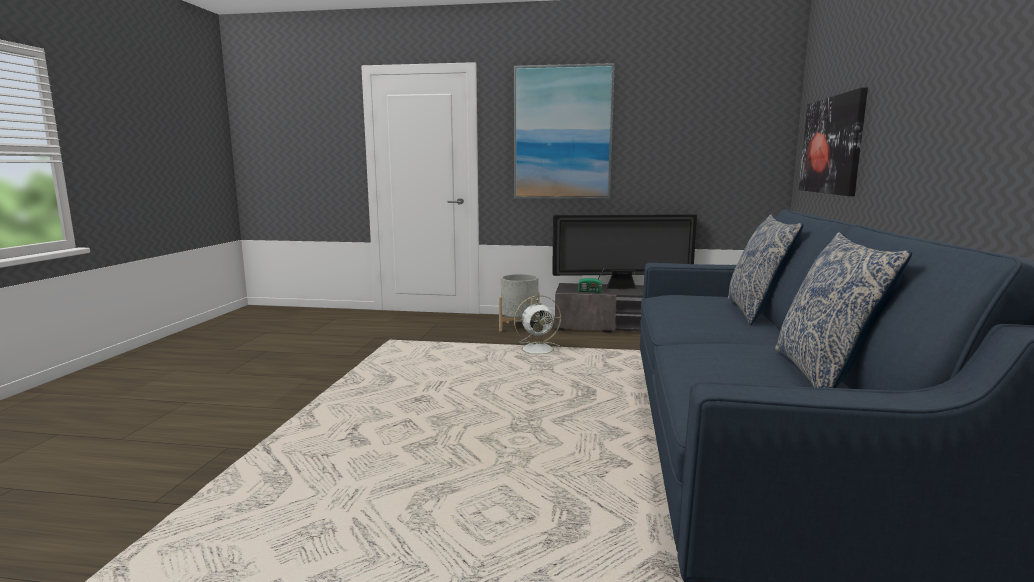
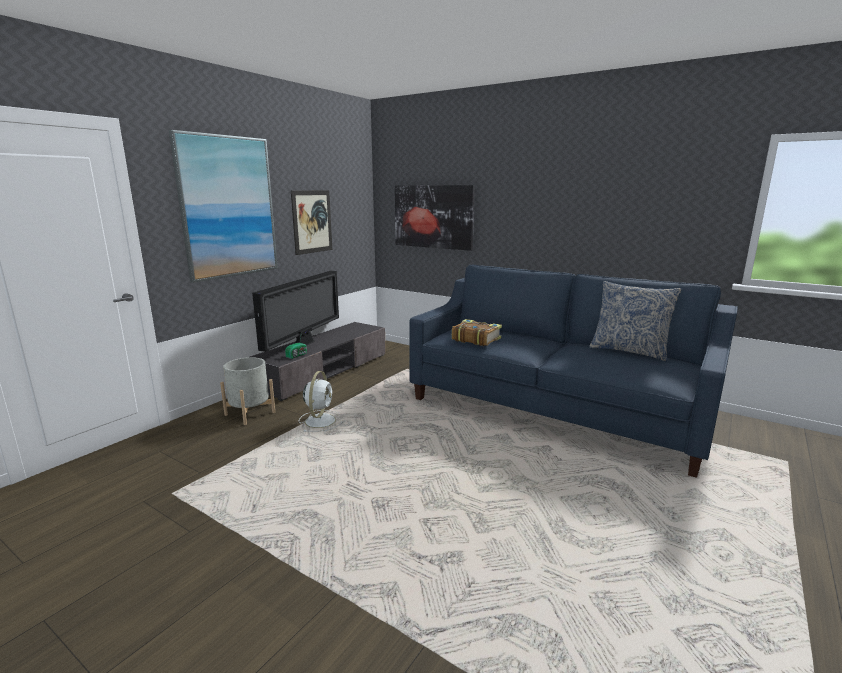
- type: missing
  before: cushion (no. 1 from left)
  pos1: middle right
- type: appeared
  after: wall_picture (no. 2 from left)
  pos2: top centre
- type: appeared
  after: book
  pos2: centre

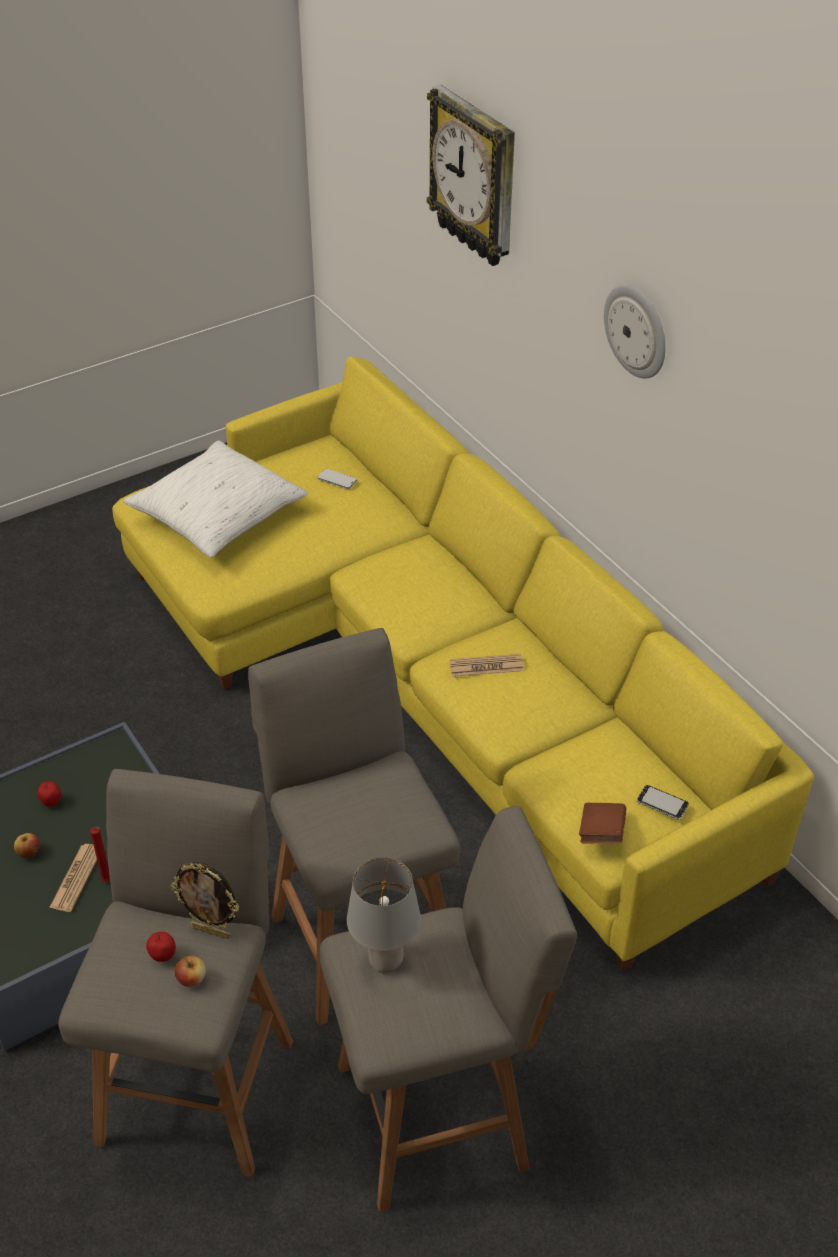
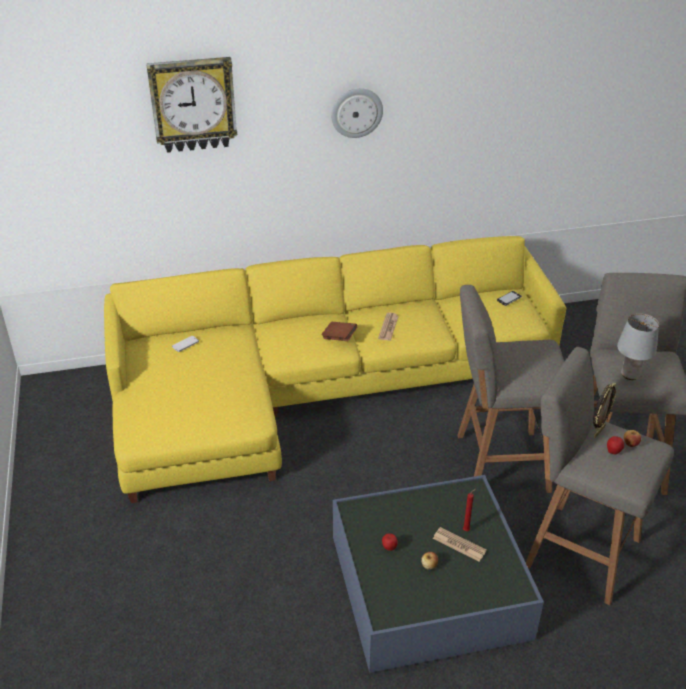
- type: missing
  before: whitish_cushion
  pos1: middle left
- type: relocated
  before: brown_book
  pos1: middle right
  pos2: centre

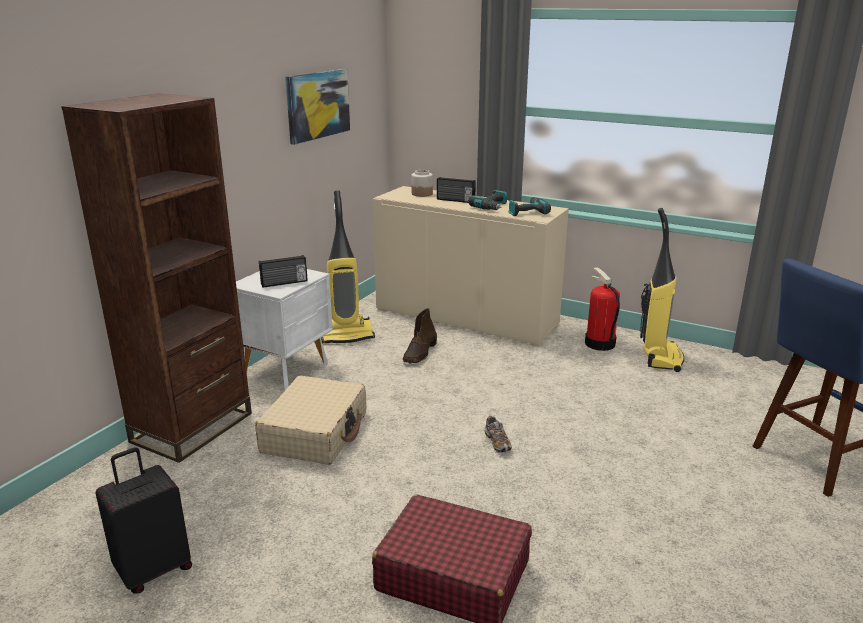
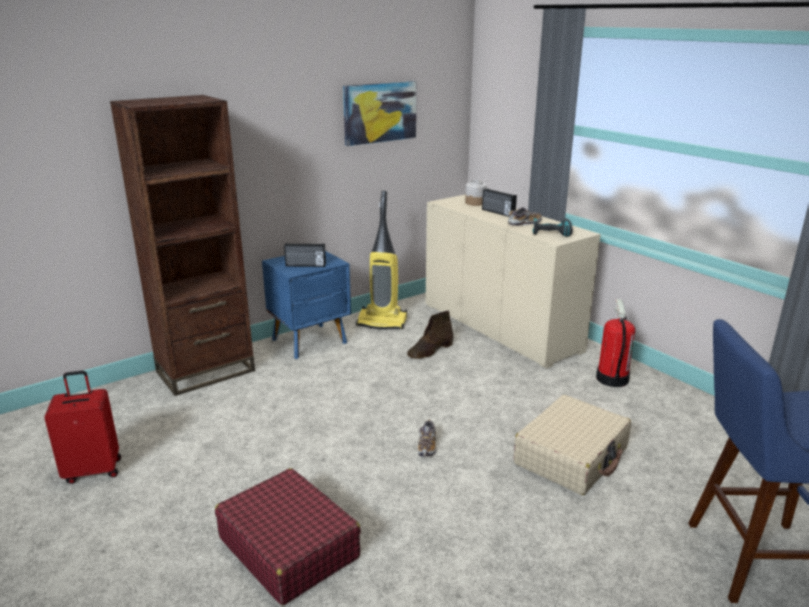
- type: colour
  before: black-coloured_piece_of_luggage
  after: reddish_piece_of_luggage (no. 1 from left)
  pos1: bottom left
  pos2: bottom left
- type: colour
  before: whitish_night_table
  after: bluish_night_table
  pos1: middle left
  pos2: centre
- type: relocated
  before: sand-coloured_piece_of_luggage
  pos1: bottom centre
  pos2: bottom right
- type: exchanged
  before: electric_drill (no. 1 from left)
  after: shoe (no. 2 from left)
  pos1: top centre
  pos2: centre
- type: missing
  before: vacuum (no. 2 from left)
  pos1: middle right

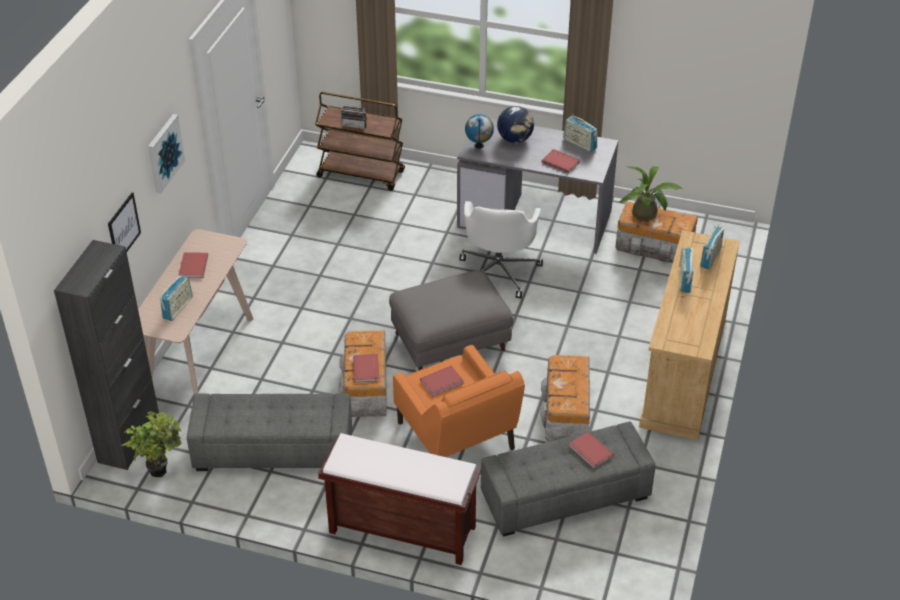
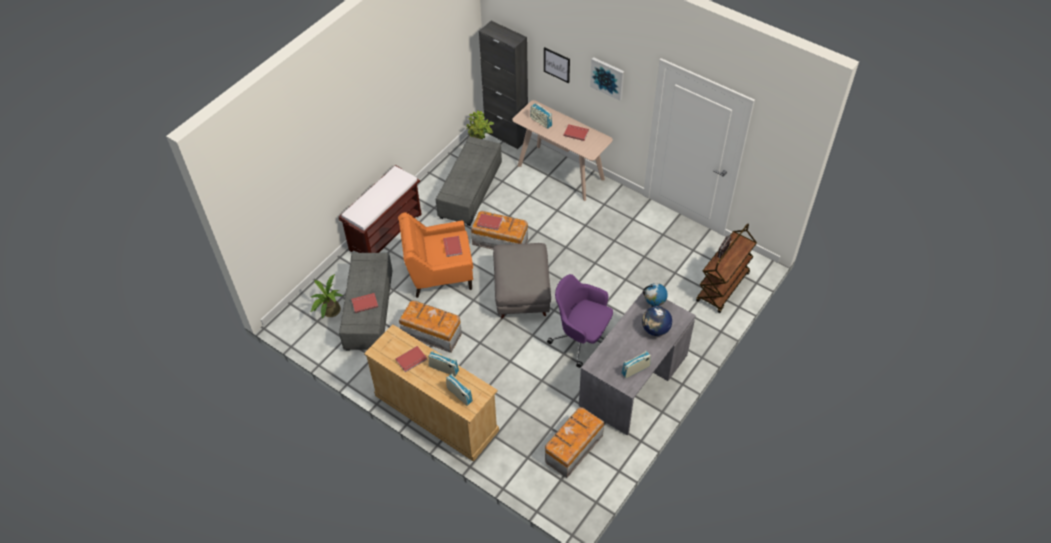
- type: colour
  before: whitish_desk_chair
  after: purple-coloured_desk_chair
  pos1: centre
  pos2: centre
- type: relocated
  before: reddish_book (no. 4 from left in the first image)
  after: reddish_book (no. 2 from left)
  pos1: top centre
  pos2: centre
- type: relocated
  before: houseplant (no. 2 from left in the first image)
  after: houseplant (no. 1 from left)
  pos1: top right
  pos2: middle left

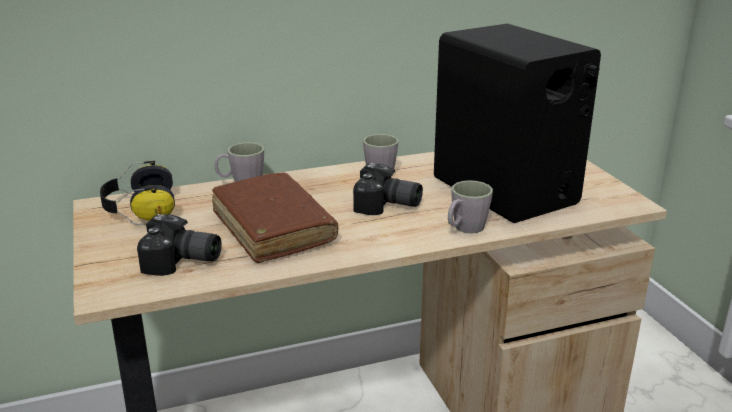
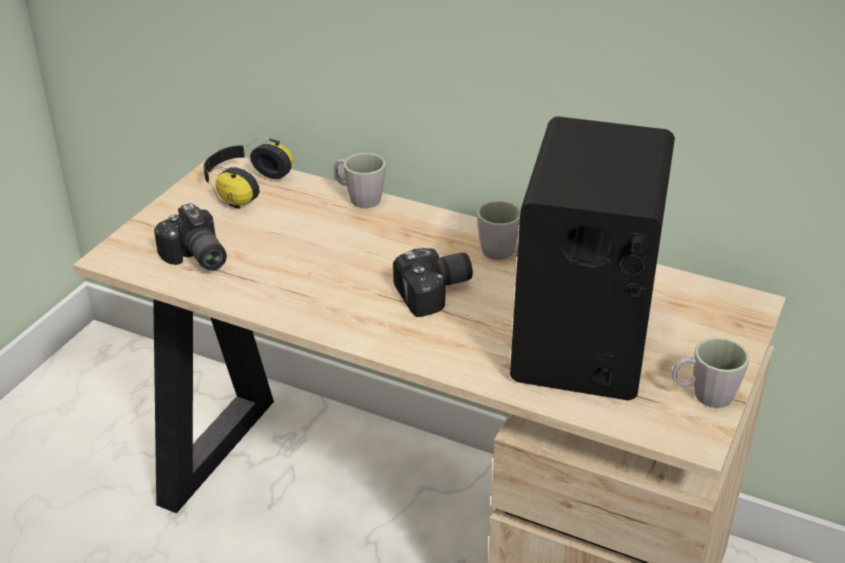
- type: missing
  before: brown_book
  pos1: centre
- type: spun
  before: photo_camera (no. 2 from left)
  pos1: centre
  pos2: centre
  turn: -90
- type: relocated
  before: gray_mug (no. 3 from left)
  pos1: centre
  pos2: middle right

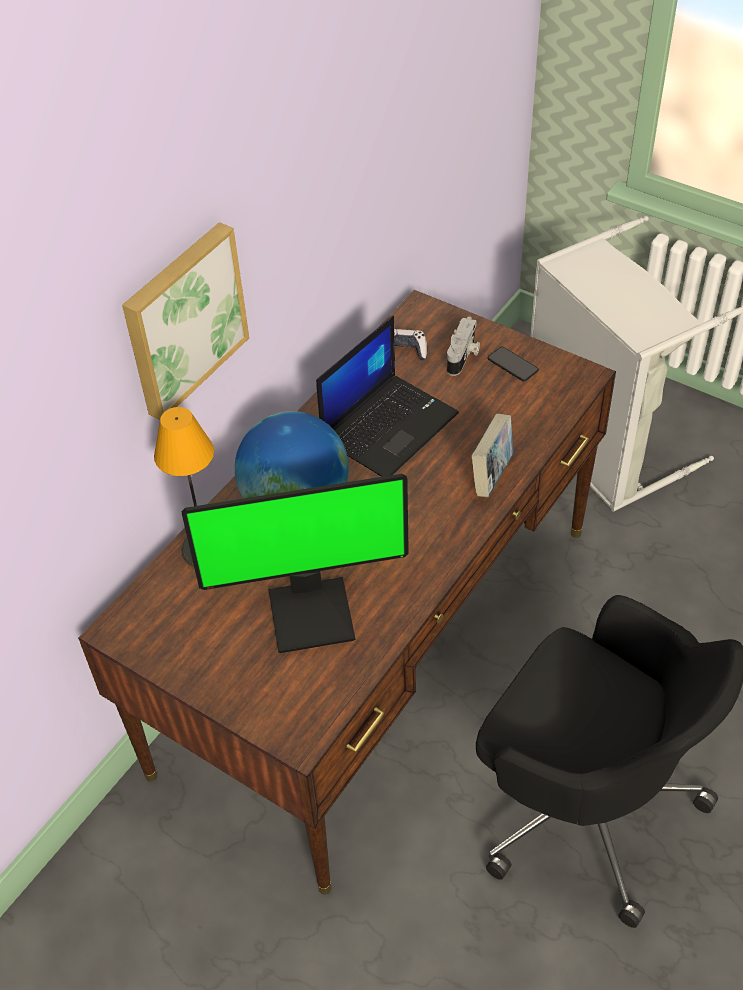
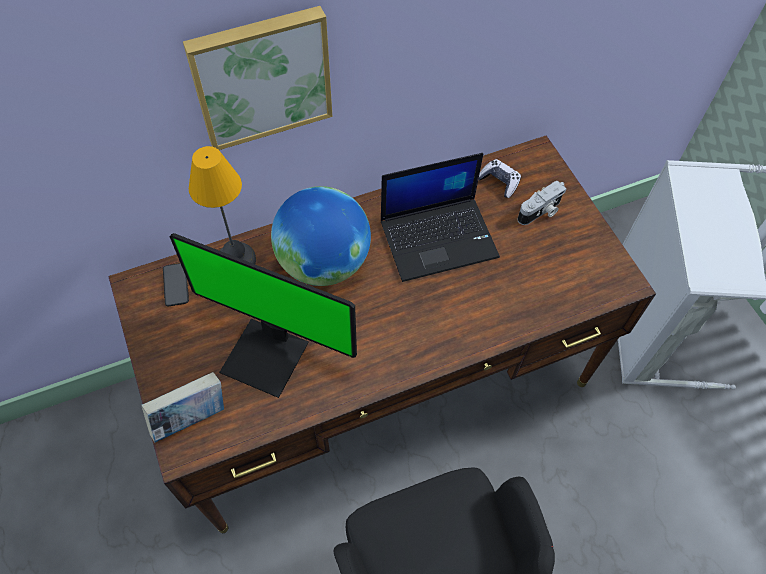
- type: relocated
  before: book
  pos1: centre
  pos2: bottom left
- type: relocated
  before: phone
  pos1: middle right
  pos2: middle left

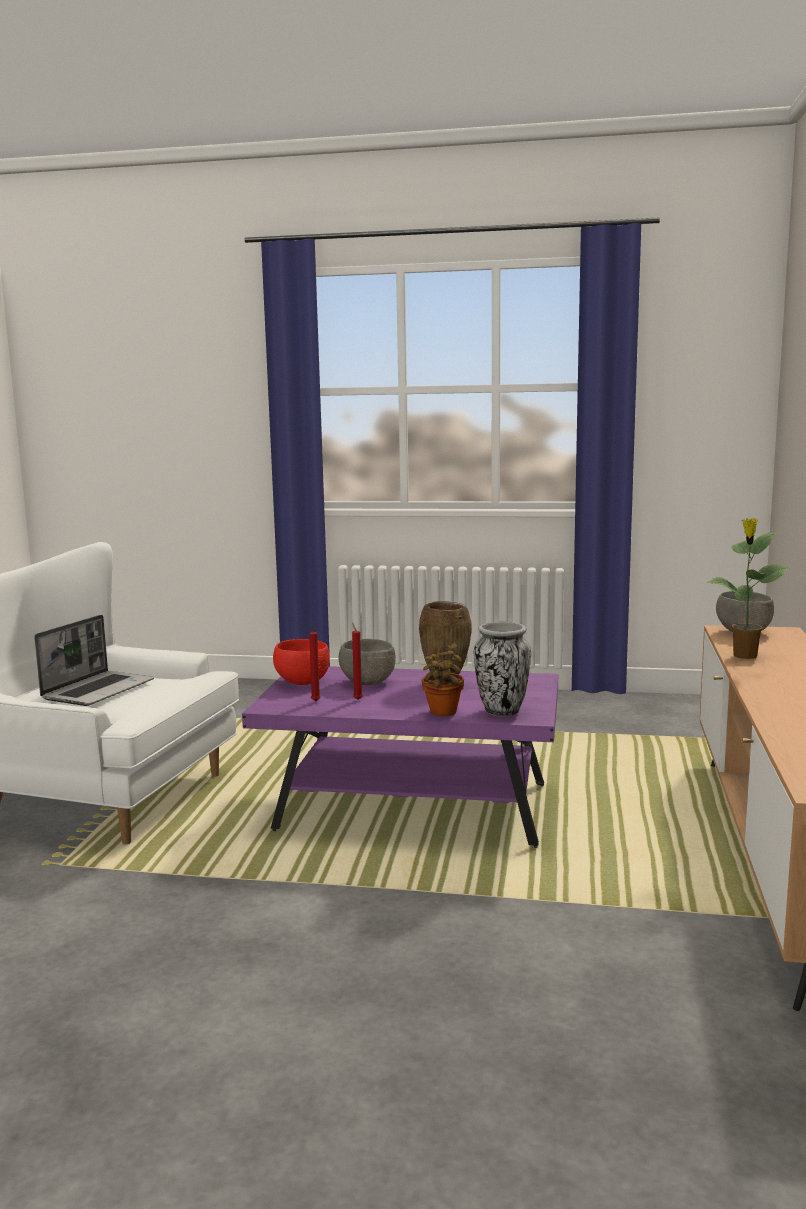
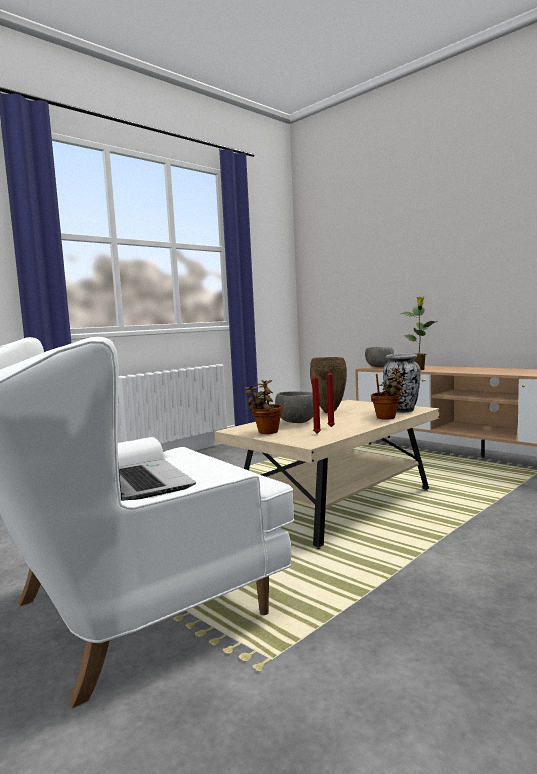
- type: colour
  before: purple-coloured_lounge_table
  after: sand-coloured_lounge_table
  pos1: centre
  pos2: centre
- type: exchanged
  before: reddish_deep_dish
  after: houseplant (no. 1 from left)
  pos1: centre
  pos2: centre

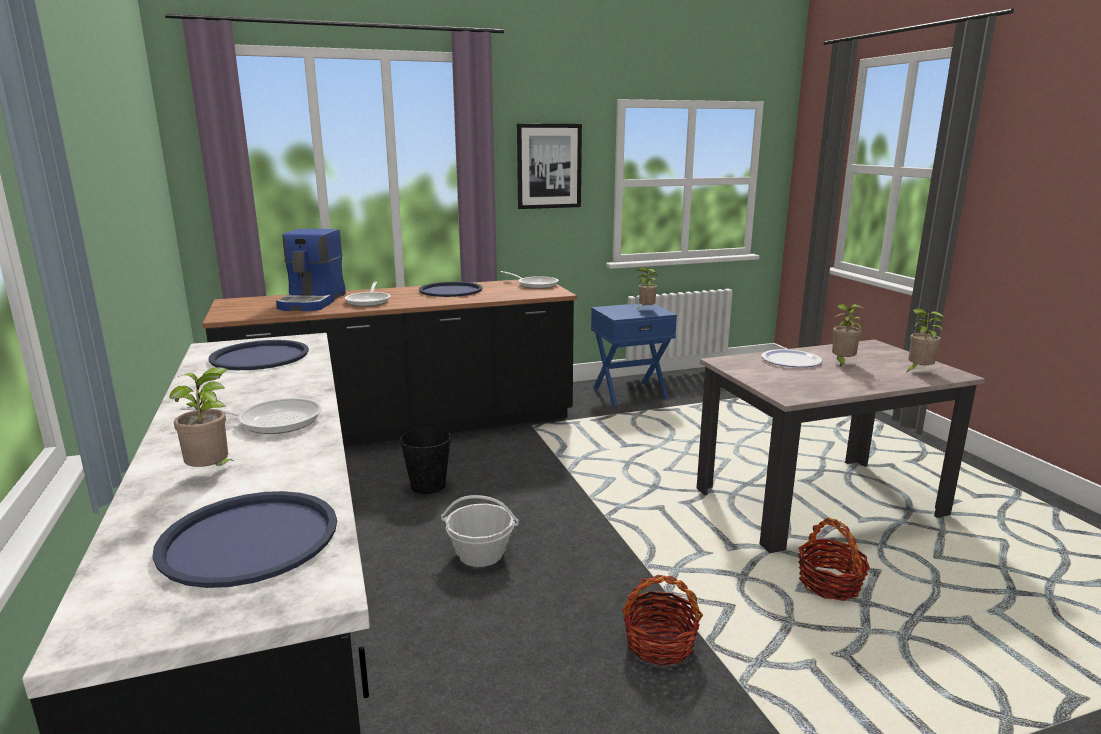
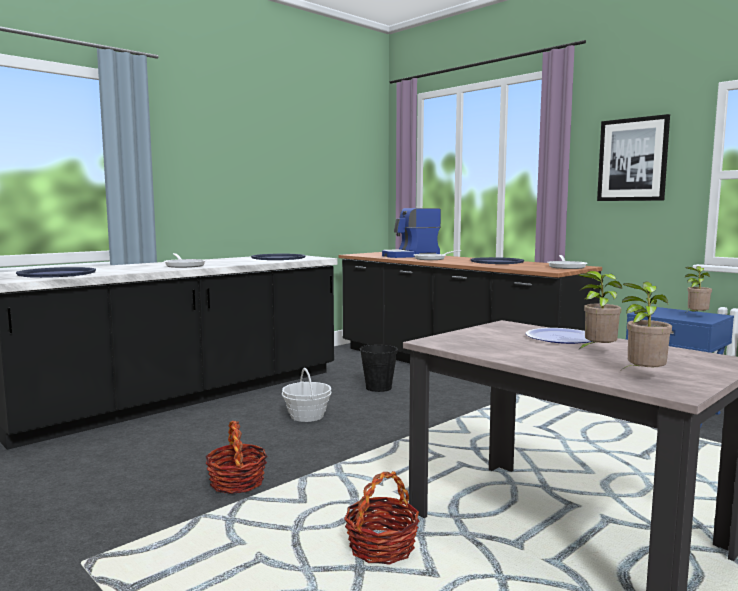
- type: missing
  before: houseplant (no. 1 from left)
  pos1: middle left

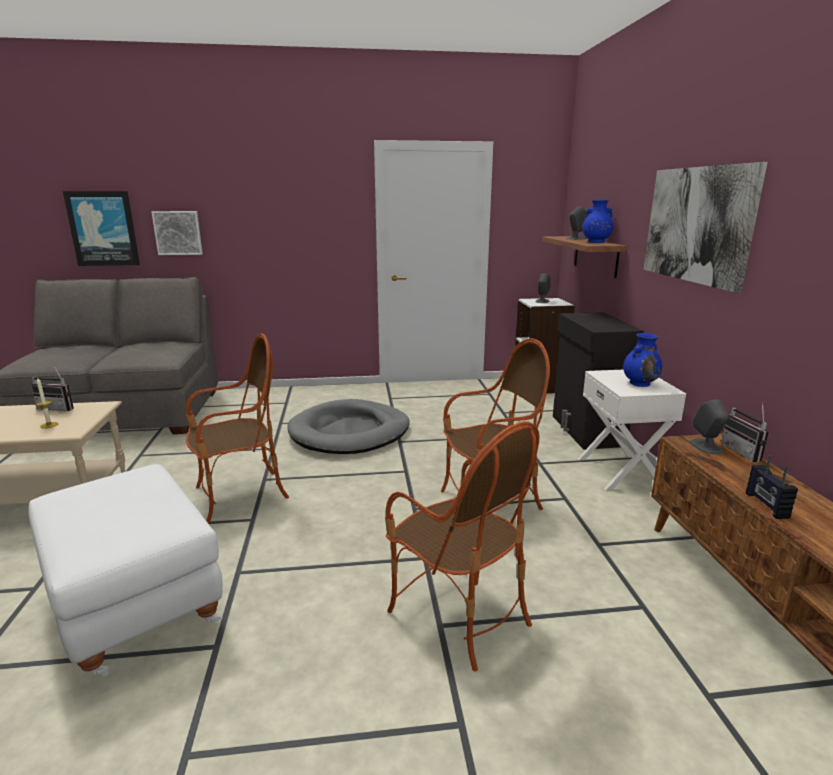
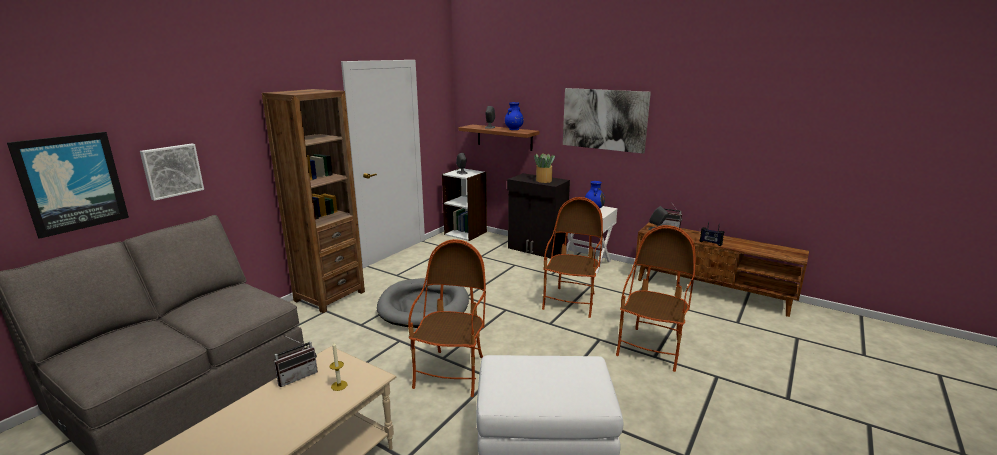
- type: spun
  before: easy_chair (no. 2 from left in the first image)
  pos1: bottom centre
  pos2: centre
  turn: -60
- type: appeared
  after: brown_bookshelf
  pos2: middle left
- type: appeared
  after: houseplant
  pos2: centre

